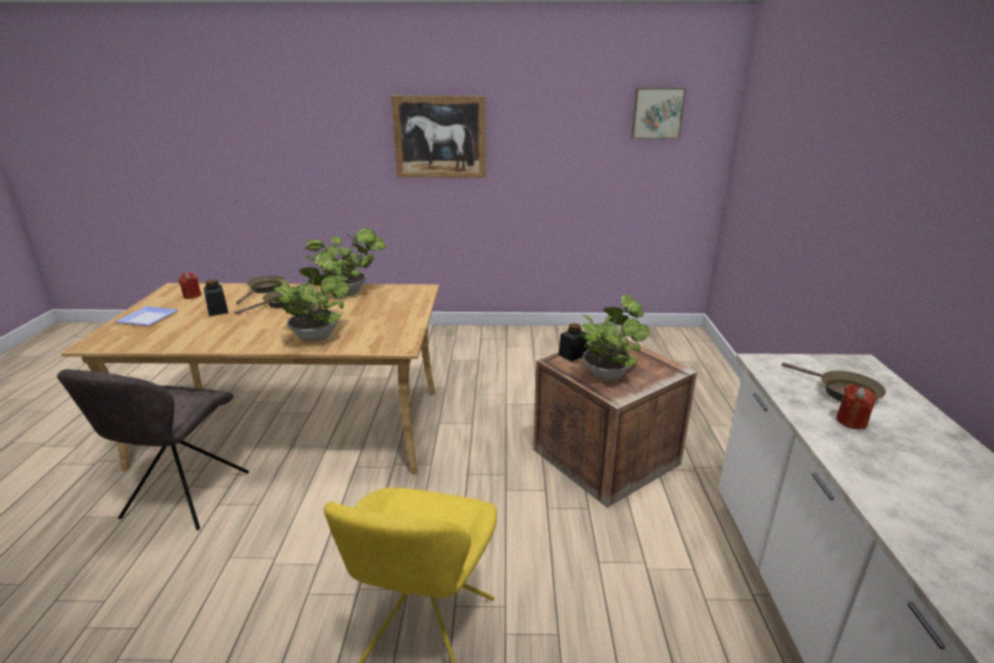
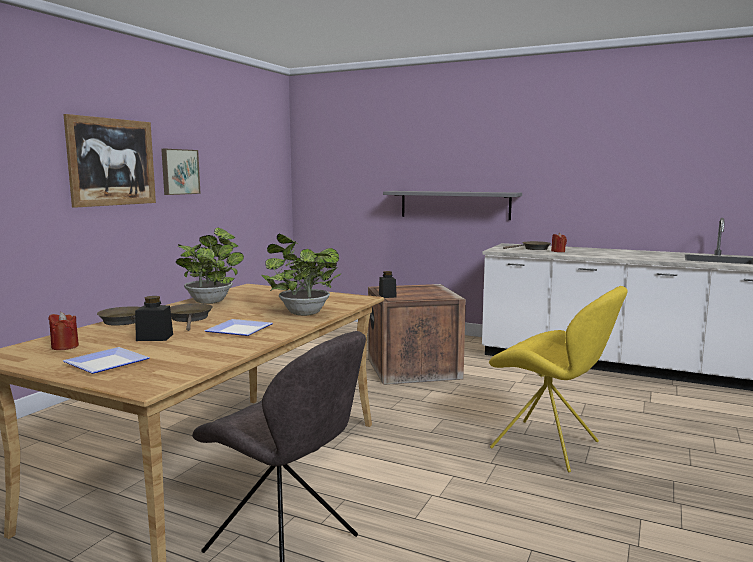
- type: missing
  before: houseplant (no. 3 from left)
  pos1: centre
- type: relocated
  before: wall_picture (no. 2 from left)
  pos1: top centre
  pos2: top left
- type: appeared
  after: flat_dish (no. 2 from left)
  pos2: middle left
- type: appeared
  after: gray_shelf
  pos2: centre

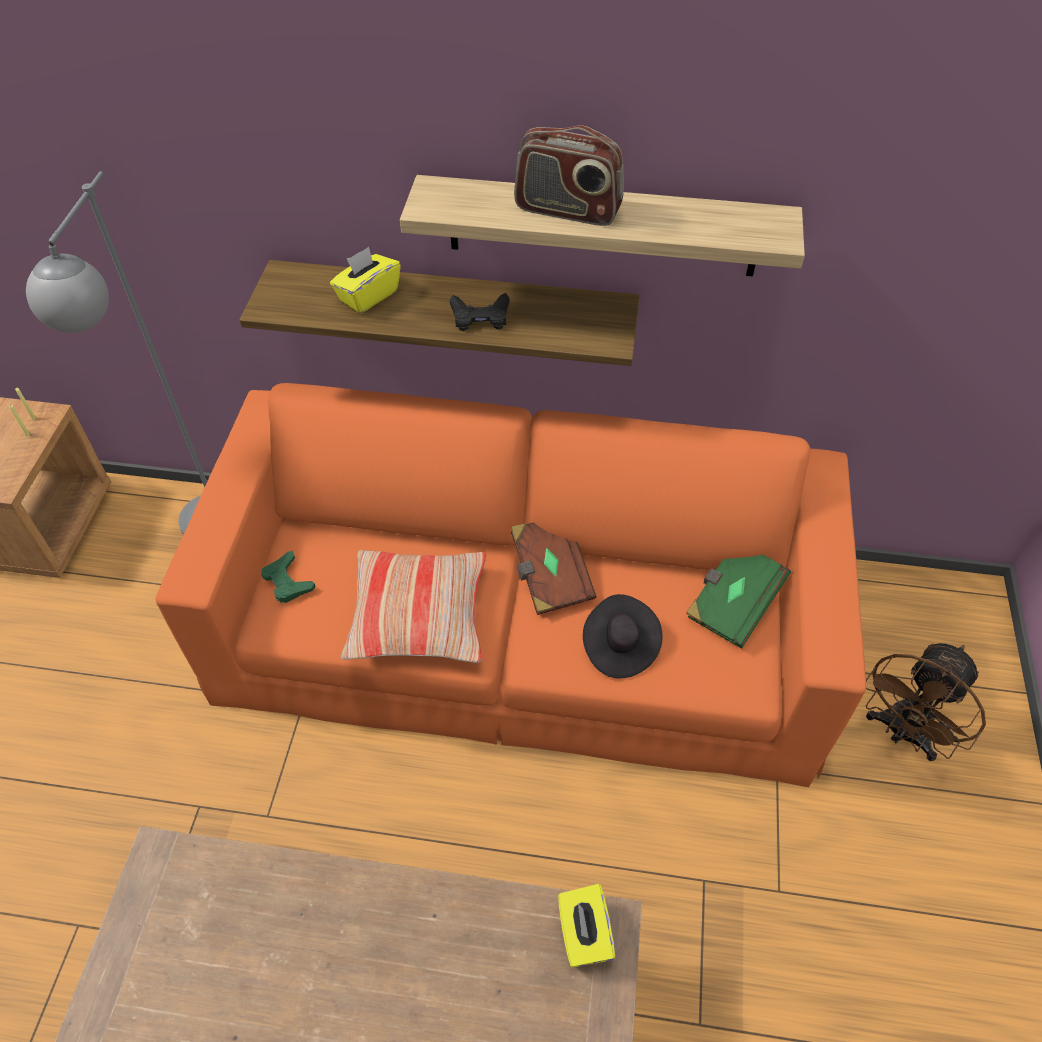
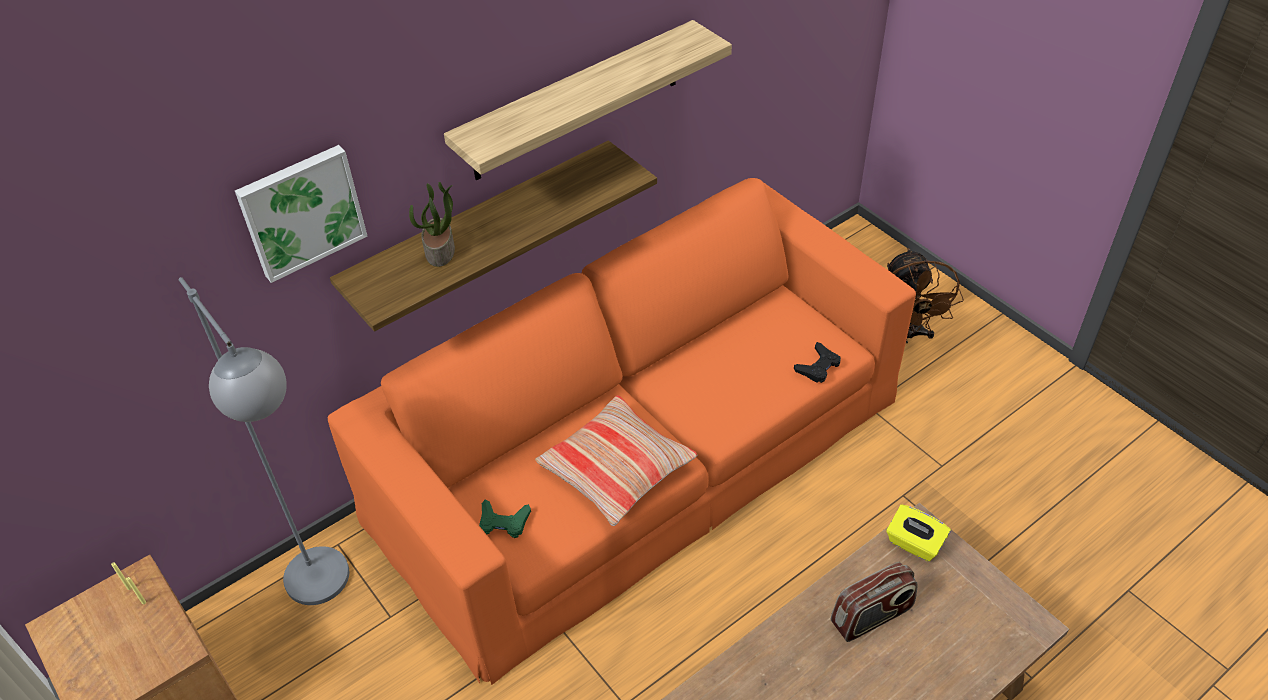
- type: exchanged
  before: yellow_box_of_tissues (no. 1 from left)
  after: houseplant
  pos1: top centre
  pos2: top centre
- type: relocated
  before: black-coloured_gamepad
  pos1: top centre
  pos2: centre
- type: missing
  before: brown_book
  pos1: centre
- type: relocated
  before: radio
  pos1: top centre
  pos2: bottom right
- type: missing
  before: black-coloured_clothing_hat
  pos1: centre
- type: missing
  before: green-coloured_book
  pos1: middle right
- type: appeared
  after: wall_picture
  pos2: top left

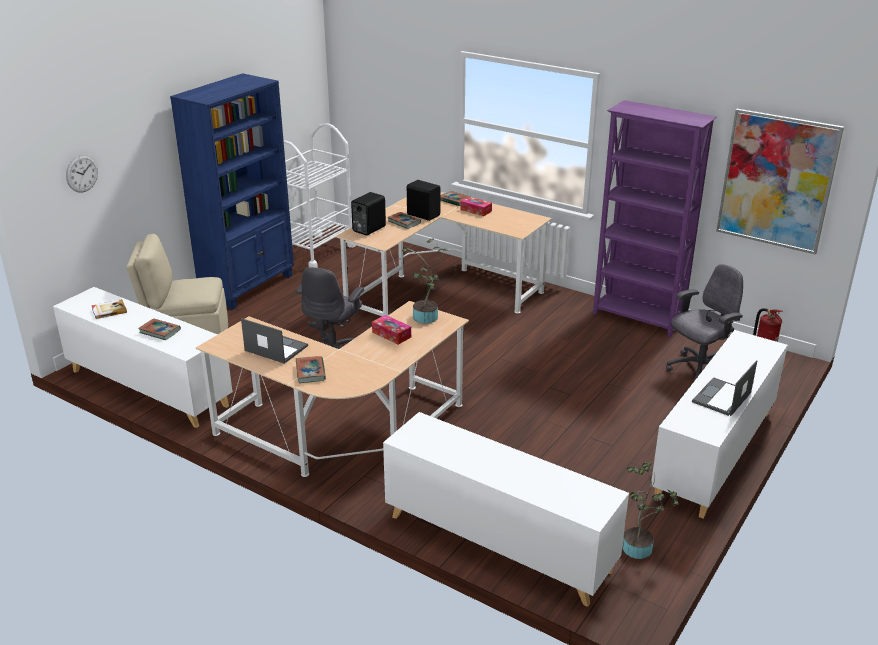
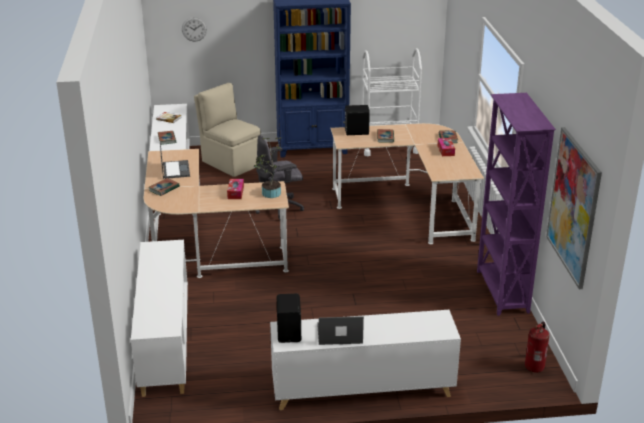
- type: relocated
  before: black-coloured_loudspeaker (no. 2 from left in the first image)
  after: black-coloured_loudspeaker (no. 1 from left)
  pos1: top centre
  pos2: bottom centre
- type: missing
  before: houseplant (no. 2 from left)
  pos1: bottom right
- type: missing
  before: gray_desk_chair (no. 2 from left)
  pos1: middle right

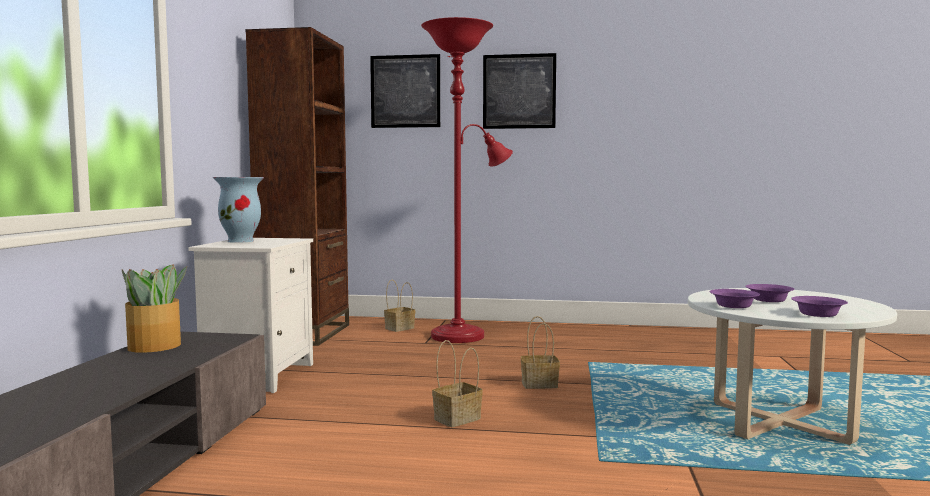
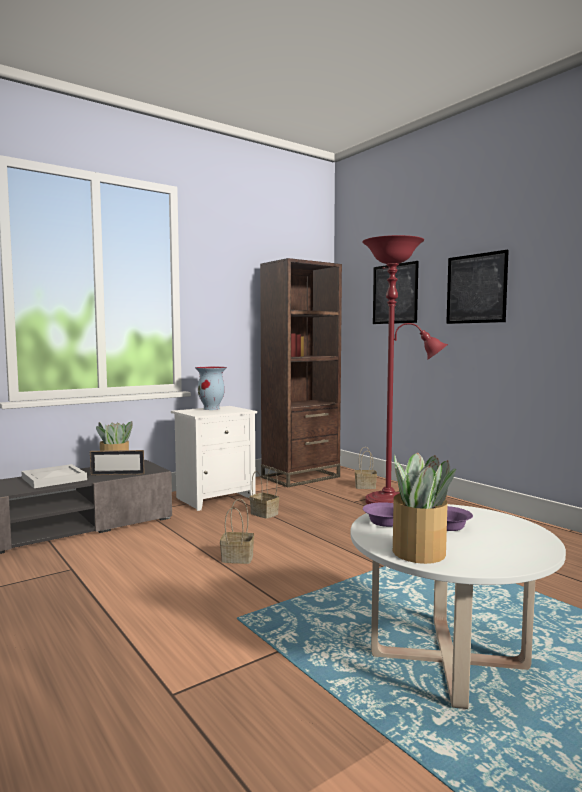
- type: relocated
  before: household_basket (no. 3 from left in the first image)
  after: household_basket (no. 2 from left)
  pos1: bottom centre
  pos2: centre
- type: exchanged
  before: purple-coloured_deep_dish (no. 3 from left)
  after: houseplant (no. 2 from left)
  pos1: middle right
  pos2: middle right
- type: appeared
  after: whitish_carrying_tray
  pos2: middle left
- type: appeared
  after: standing_frame
  pos2: middle left

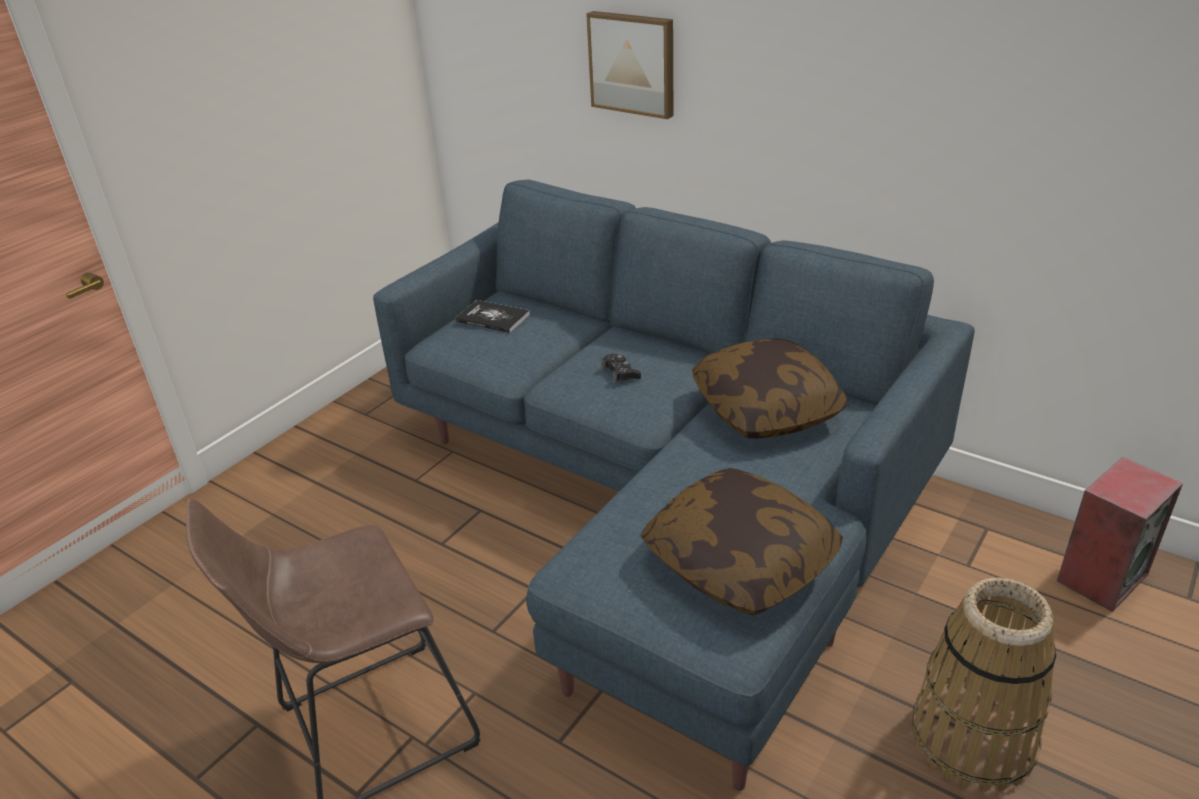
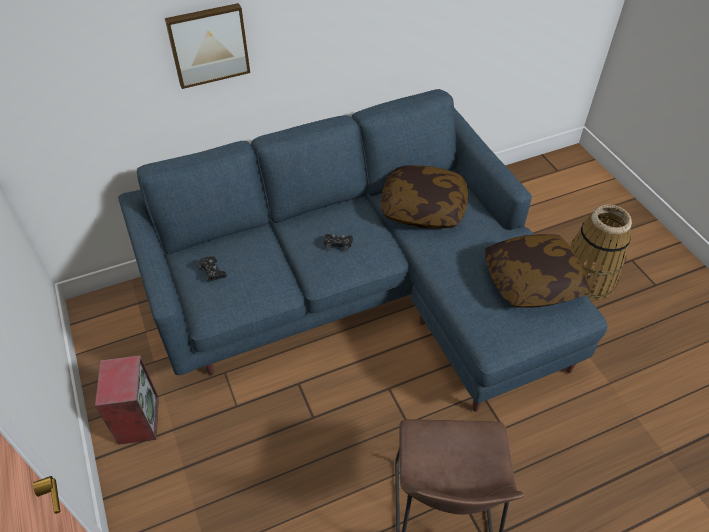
- type: exchanged
  before: book
  after: black-coloured_gamepad (no. 1 from left)
  pos1: centre
  pos2: middle left
- type: relocated
  before: loudspeaker
  pos1: bottom right
  pos2: bottom left

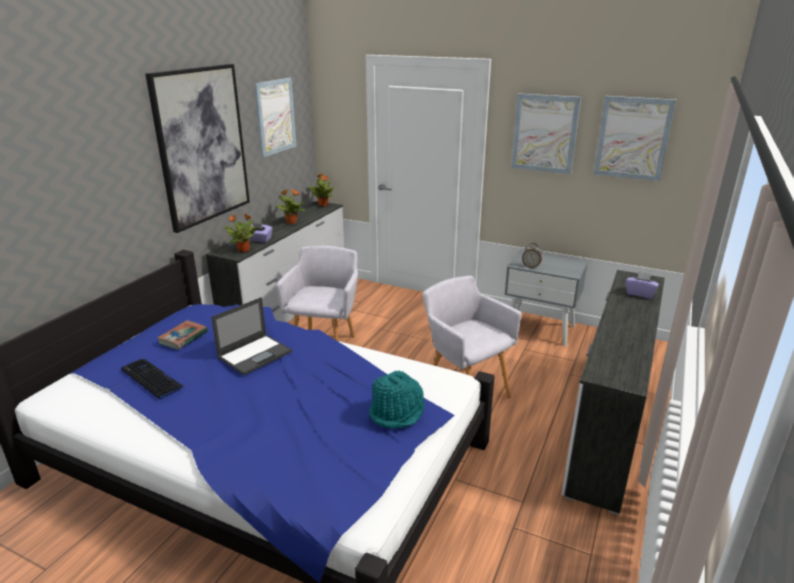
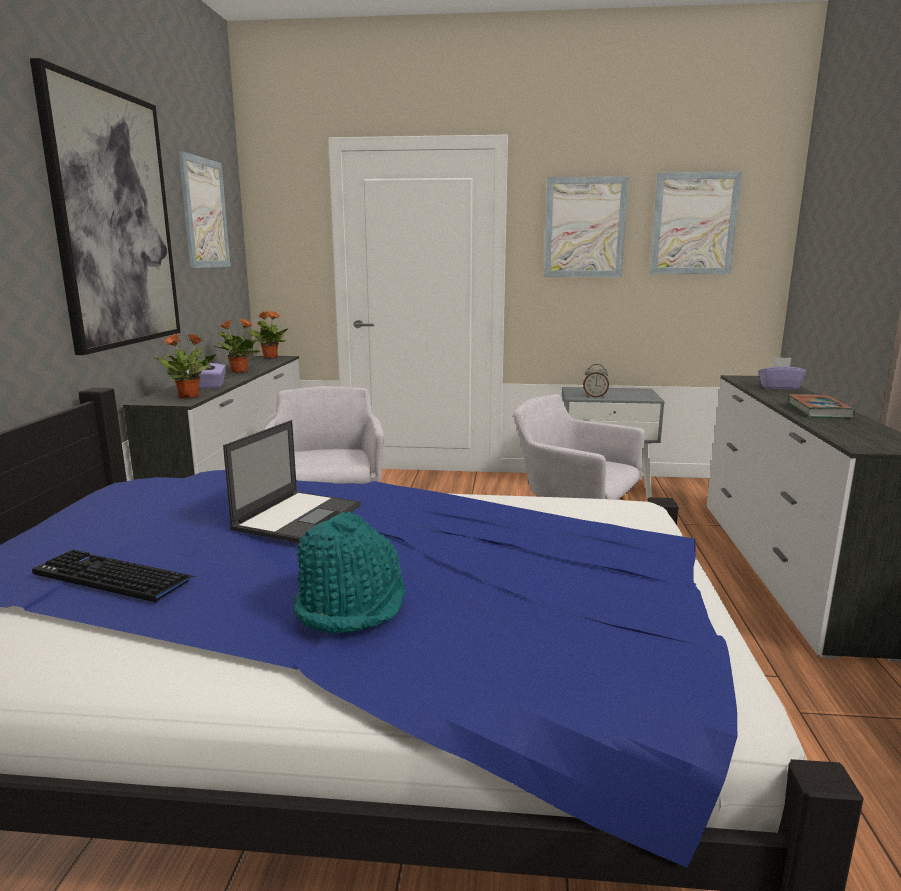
- type: relocated
  before: book
  pos1: middle left
  pos2: middle right
- type: relocated
  before: turquoise_clothing_hat
  pos1: bottom centre
  pos2: centre

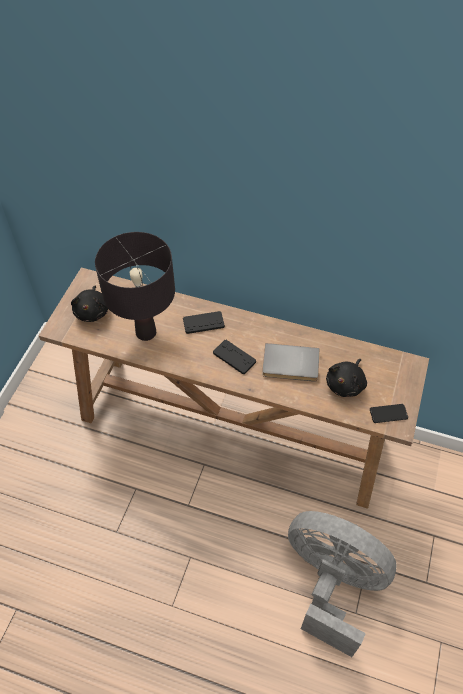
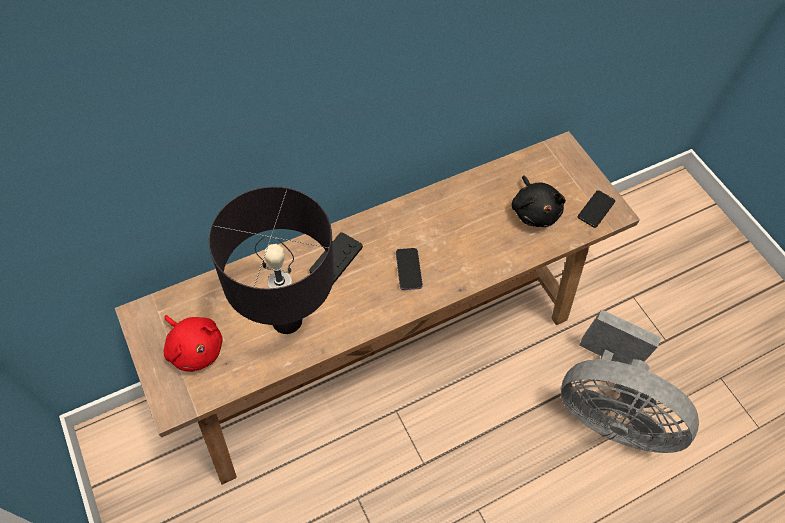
- type: colour
  before: black-coloured_soft_toy (no. 1 from left)
  after: reddish_soft_toy
  pos1: middle left
  pos2: middle left
- type: exchanged
  before: black-coloured_gamepad (no. 2 from left)
  after: phone (no. 1 from left)
  pos1: centre
  pos2: centre
- type: missing
  before: gray_book
  pos1: centre
- type: spun
  before: gray_fan
  pos1: bottom right
  pos2: bottom right
  turn: -135

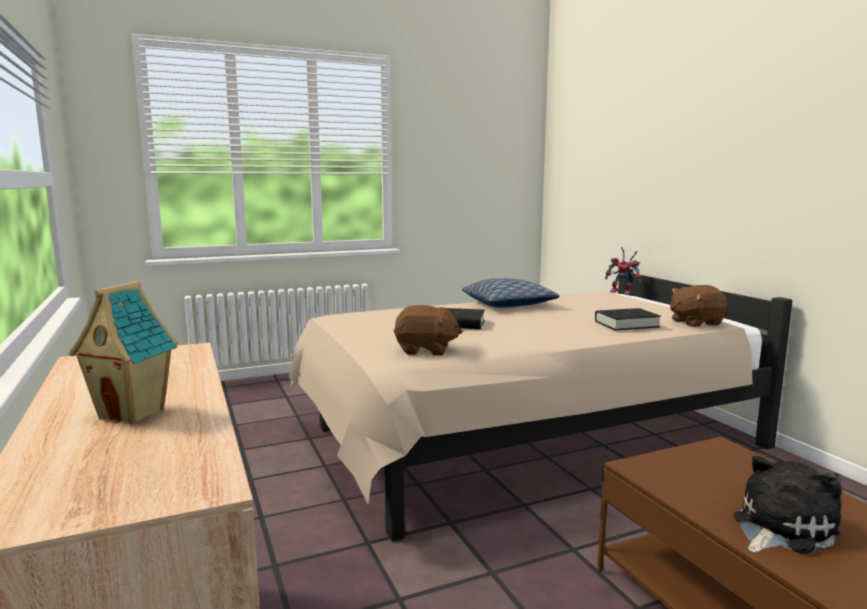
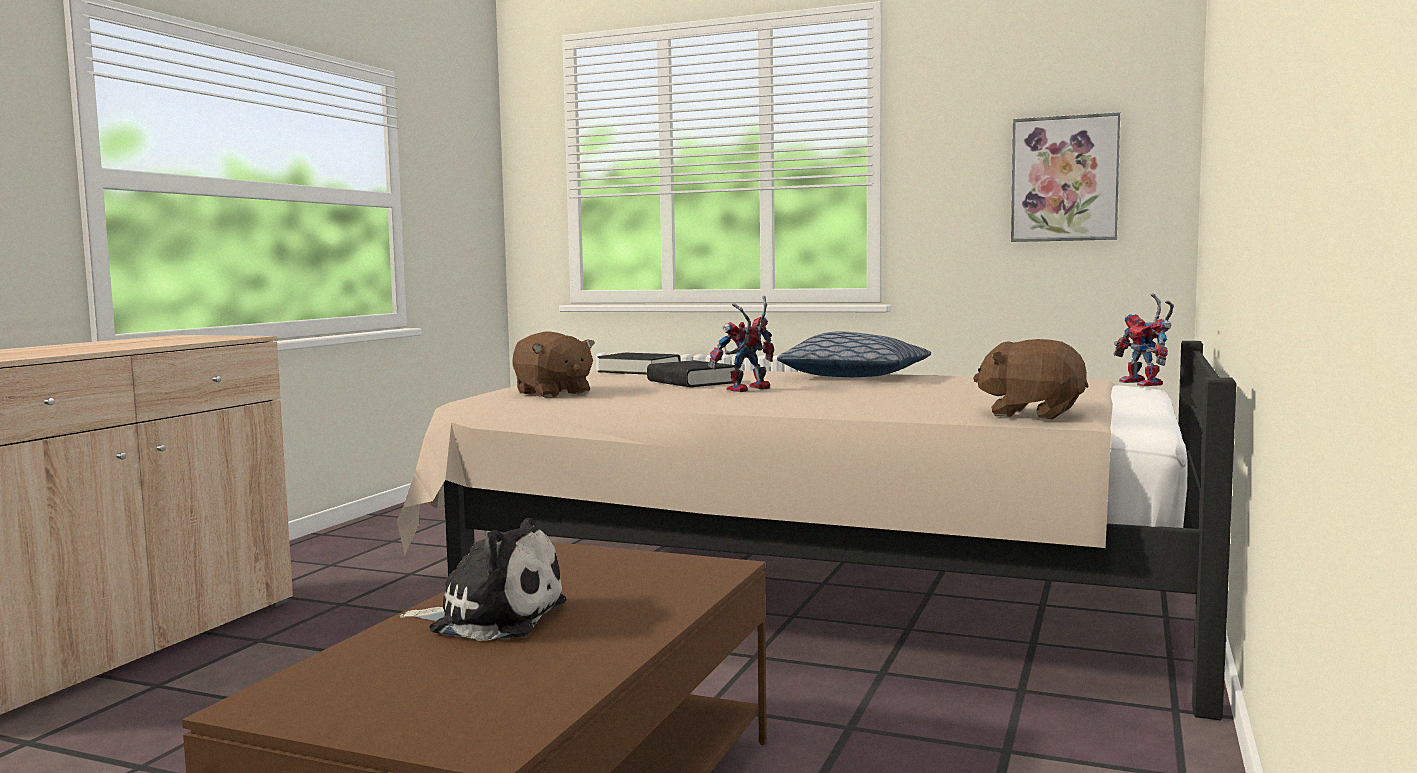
- type: missing
  before: miniature_house
  pos1: middle left
- type: relocated
  before: black-coloured_book (no. 2 from left in the first image)
  after: black-coloured_book (no. 1 from left)
  pos1: middle right
  pos2: centre
- type: appeared
  after: model_robot (no. 1 from left)
  pos2: centre
- type: appeared
  after: wall_picture
  pos2: top right

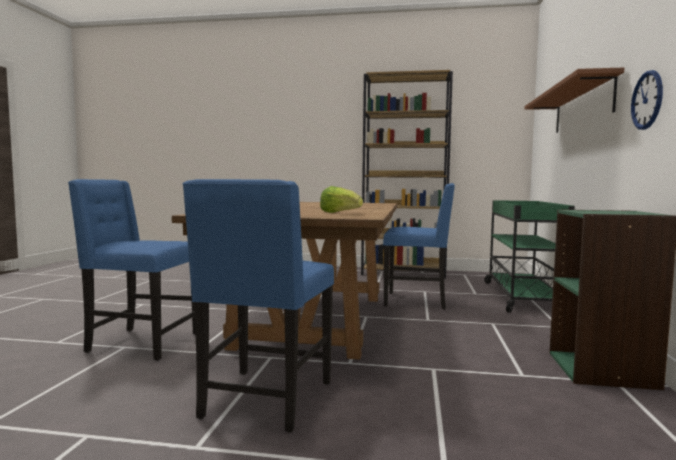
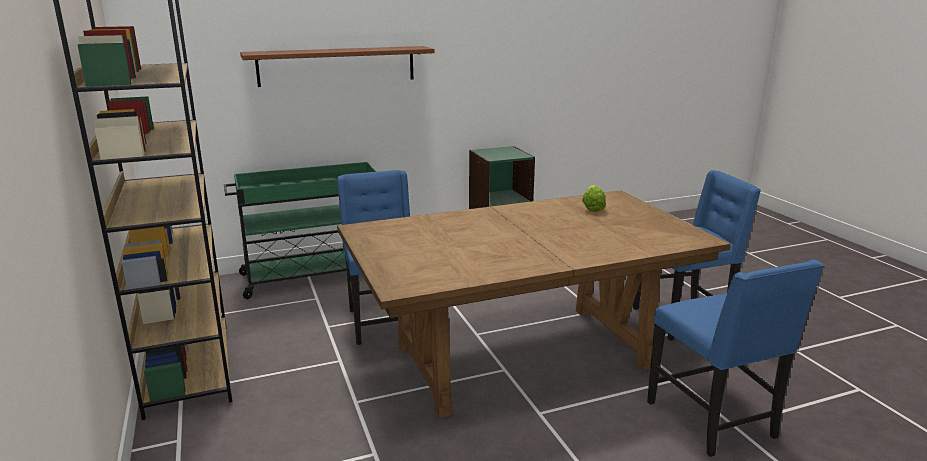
- type: missing
  before: wall_clock
  pos1: top right

